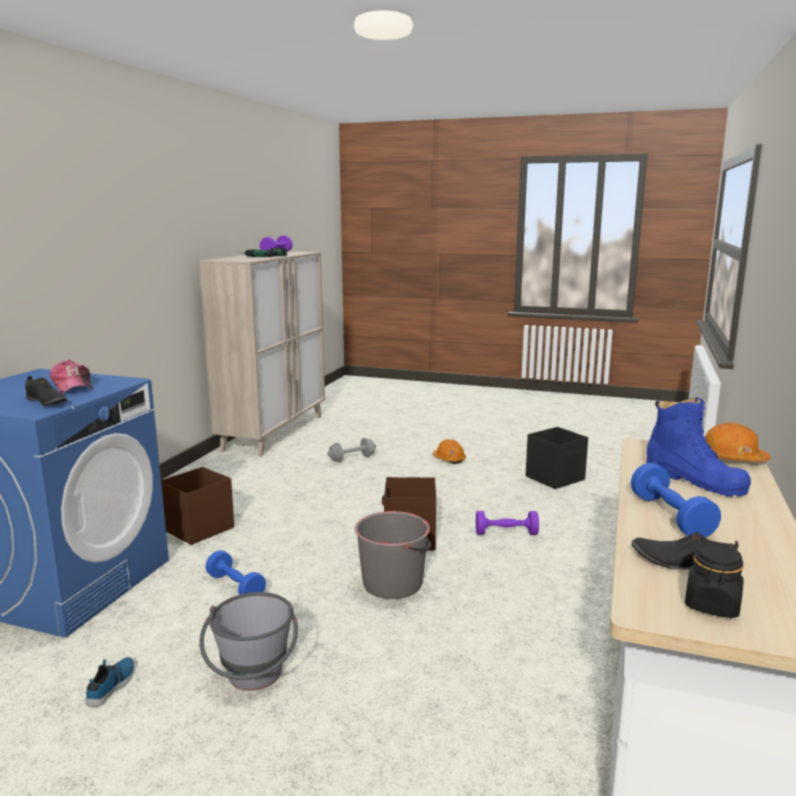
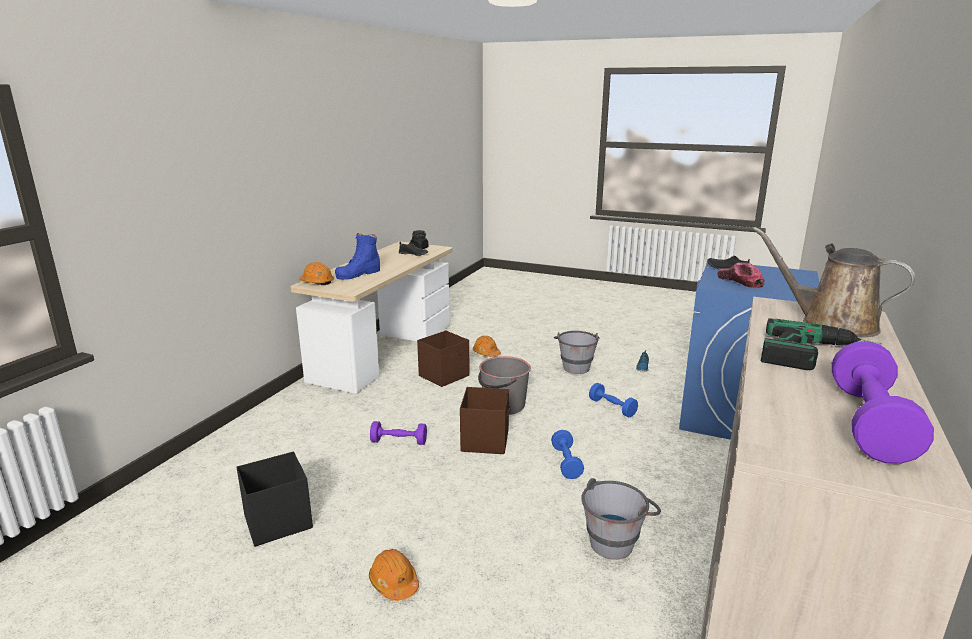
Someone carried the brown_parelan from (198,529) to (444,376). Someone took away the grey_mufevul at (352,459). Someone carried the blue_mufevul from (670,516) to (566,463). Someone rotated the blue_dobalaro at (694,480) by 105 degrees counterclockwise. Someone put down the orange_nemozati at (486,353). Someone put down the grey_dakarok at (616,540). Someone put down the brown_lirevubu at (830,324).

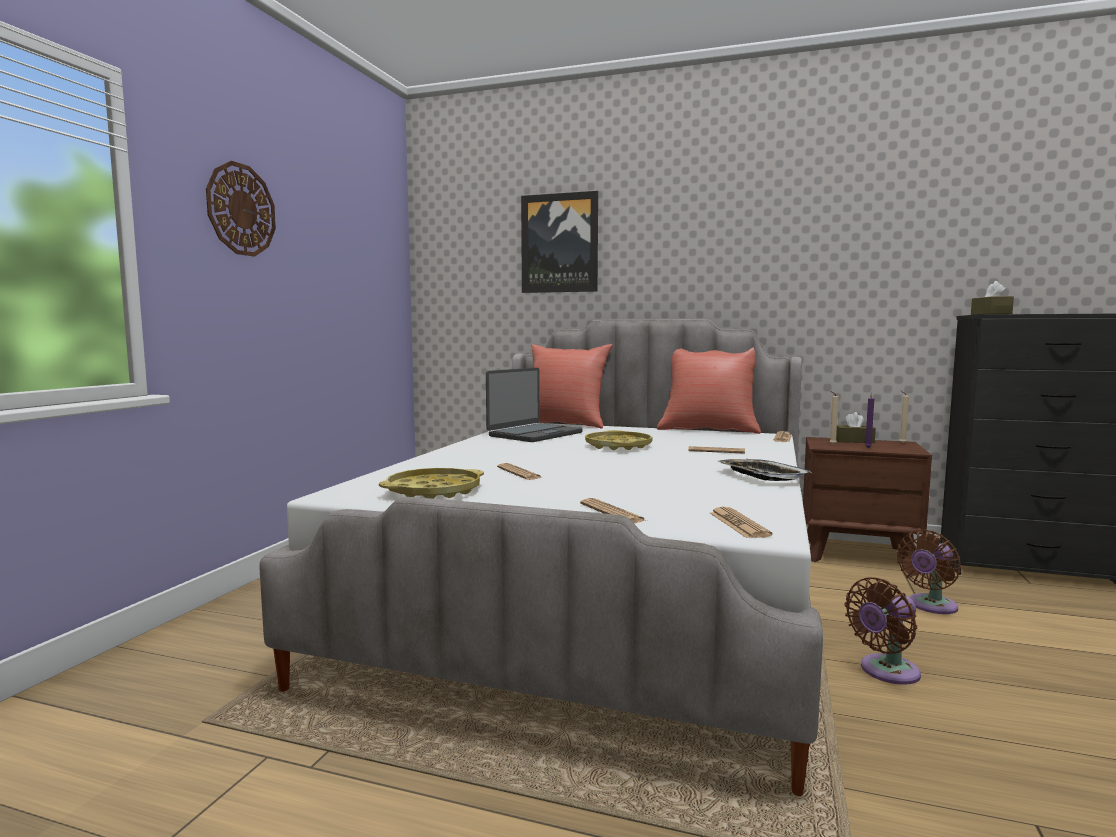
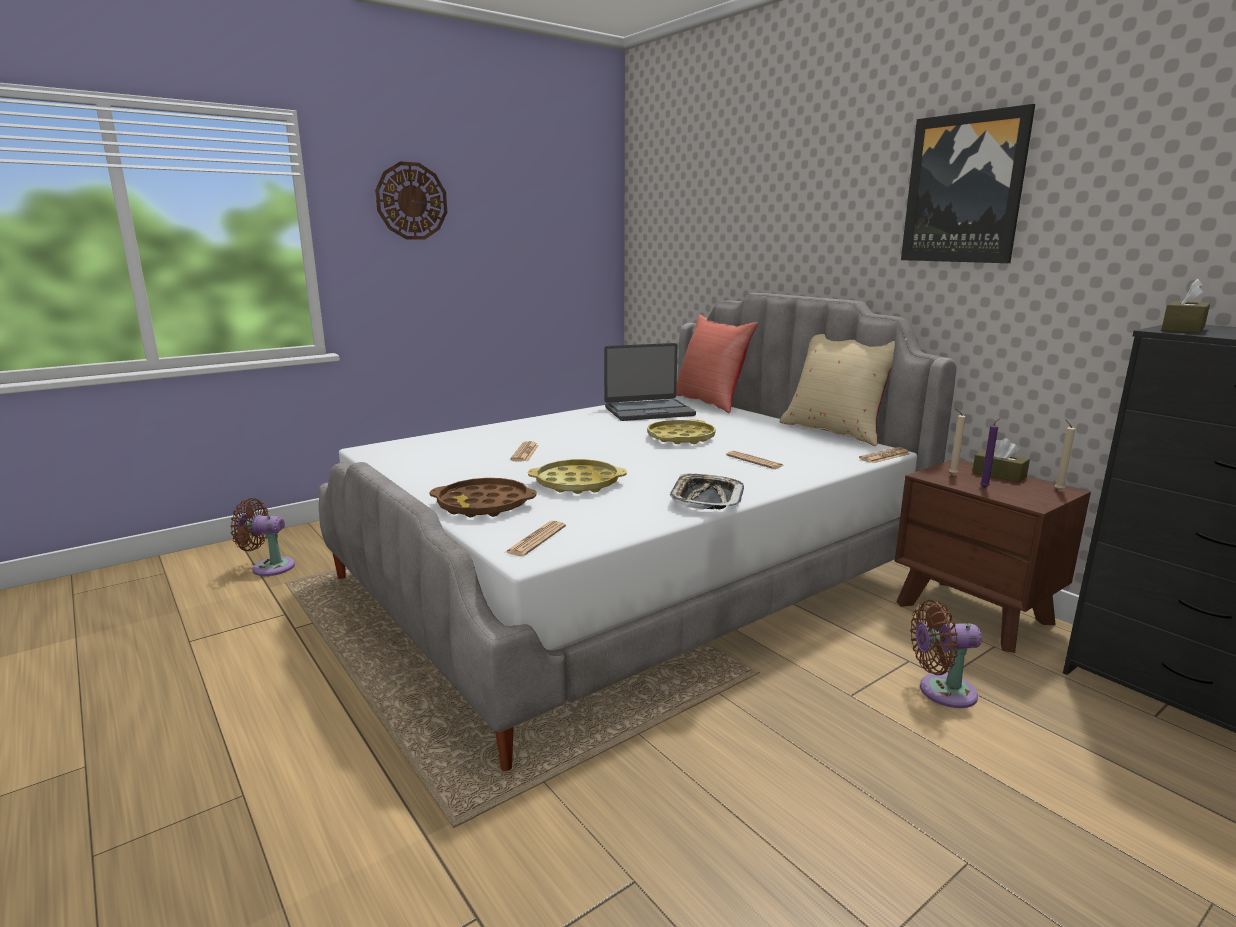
Someone carried the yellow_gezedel from (433,491) to (577,483). Someone carried the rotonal from (559,243) to (964,189). Someone swapped the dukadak at (612,512) for the brown_gezedel at (484,505). Someone repainted the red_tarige at (708,429), which became the beige_tarige at (835,431). Someone carried the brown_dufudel from (885,672) to (269,567).

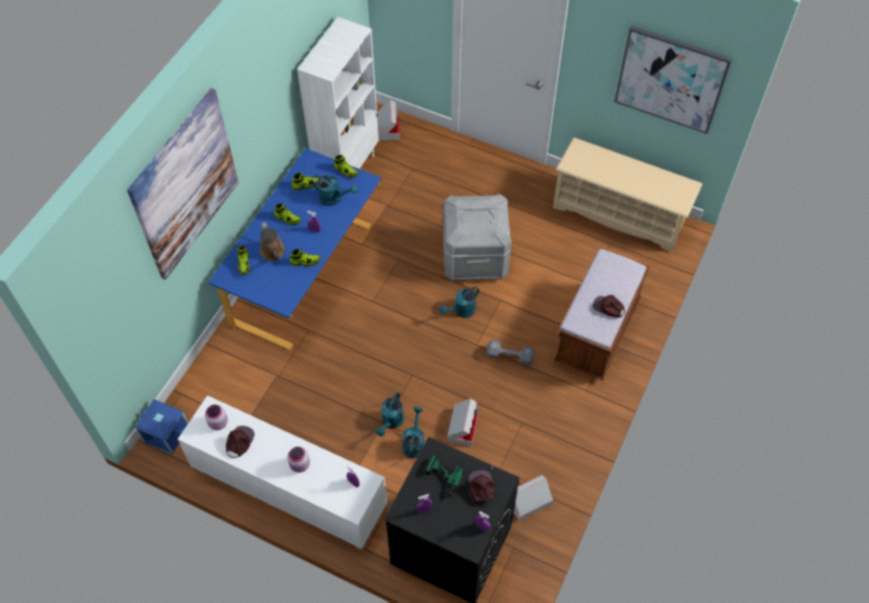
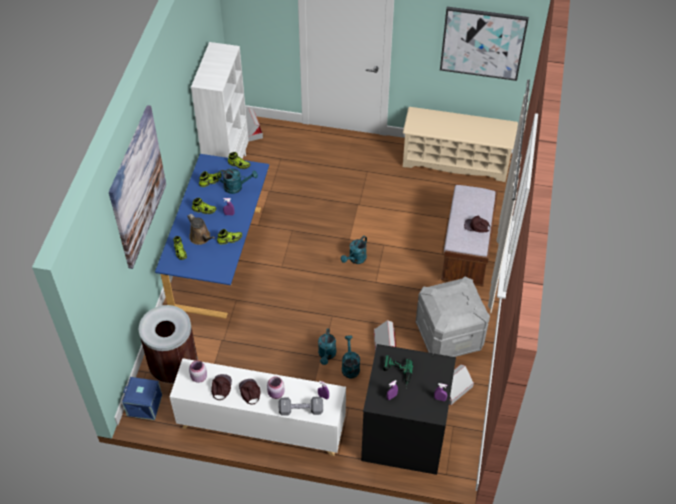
Someone carried the grey_parelan from (475,257) to (449,335). Someone carried the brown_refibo from (481,488) to (249,392). Someone carried the grey_mufevul from (510,356) to (301,410). Someone put down the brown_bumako at (173,366).

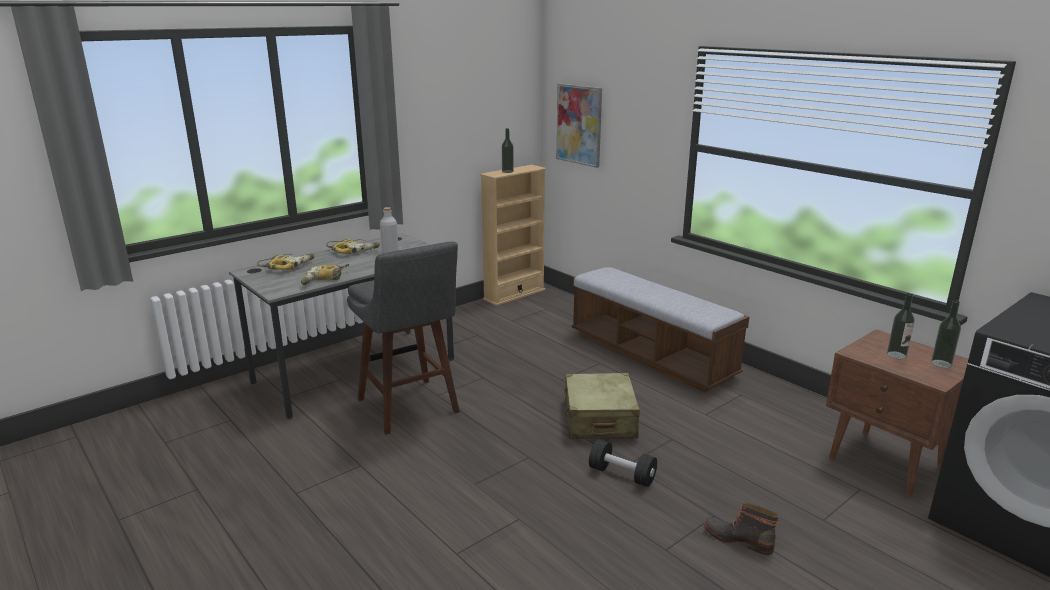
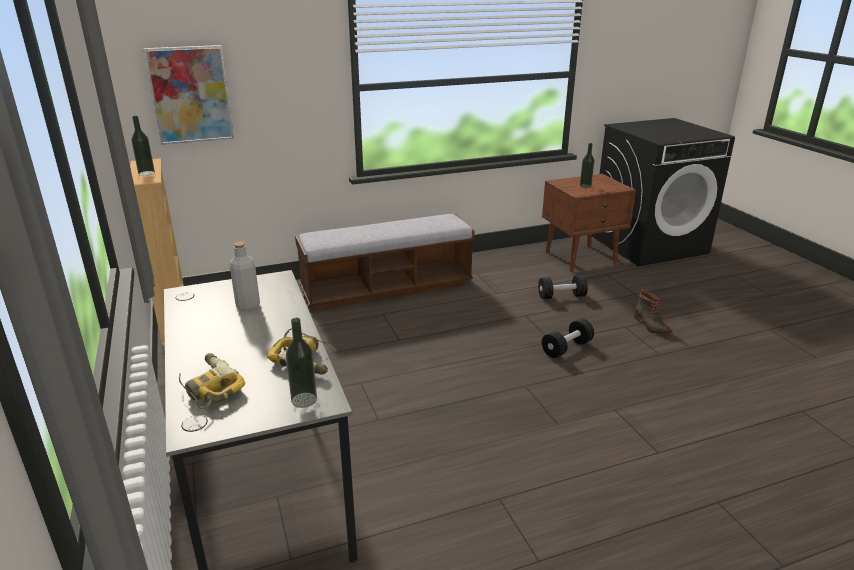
Someone took away the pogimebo at (354,250). Someone took away the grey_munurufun at (410,408). Someone took away the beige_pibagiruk at (599,420). Someone rotated the dobalaro at (738,538) by 75 degrees counterclockwise. Someone carried the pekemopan from (941,364) to (304,400). Someone put down the black_mufevul at (561,296).

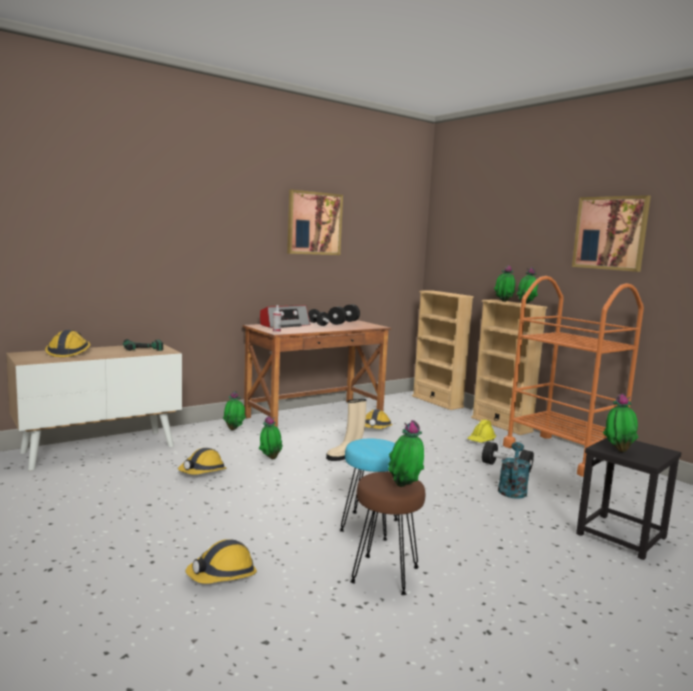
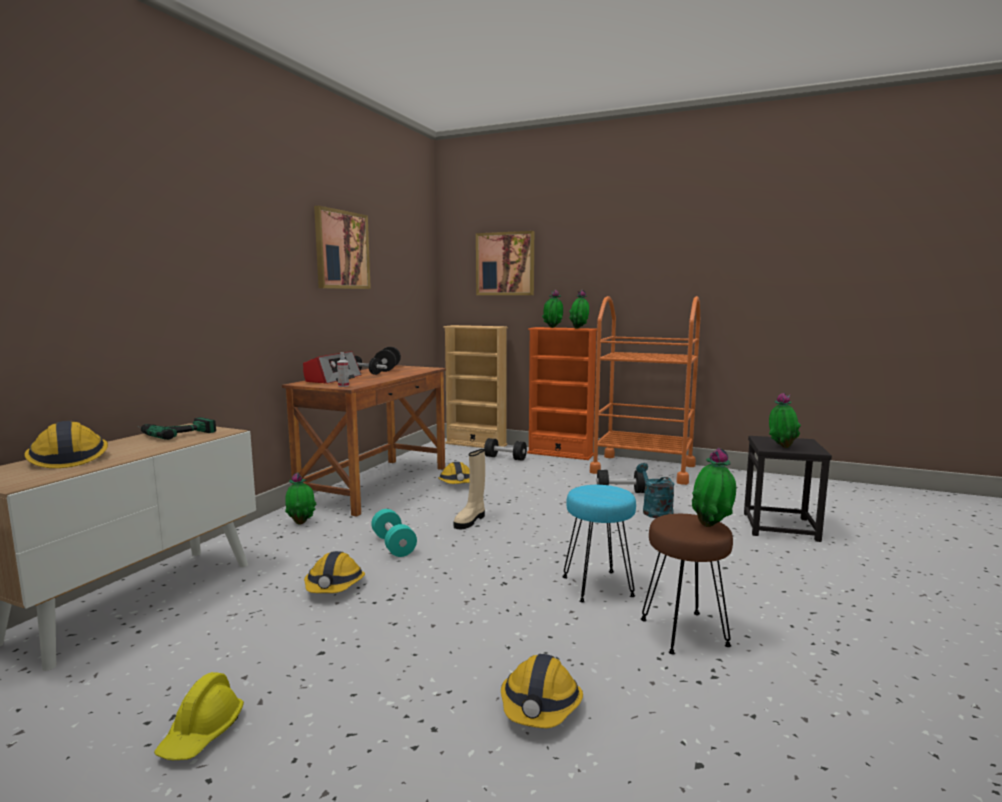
Someone swapped the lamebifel at (270,458) for the turquoise_mufevul at (393,545). Someone carried the yellow_nemozati from (481,440) to (202,734). Someone repainted the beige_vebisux at (501,424), which became the orange_vebisux at (560,454). Someone carried the rotonal from (610,233) to (505,264). Someone put down the black_mufevul at (505,458).

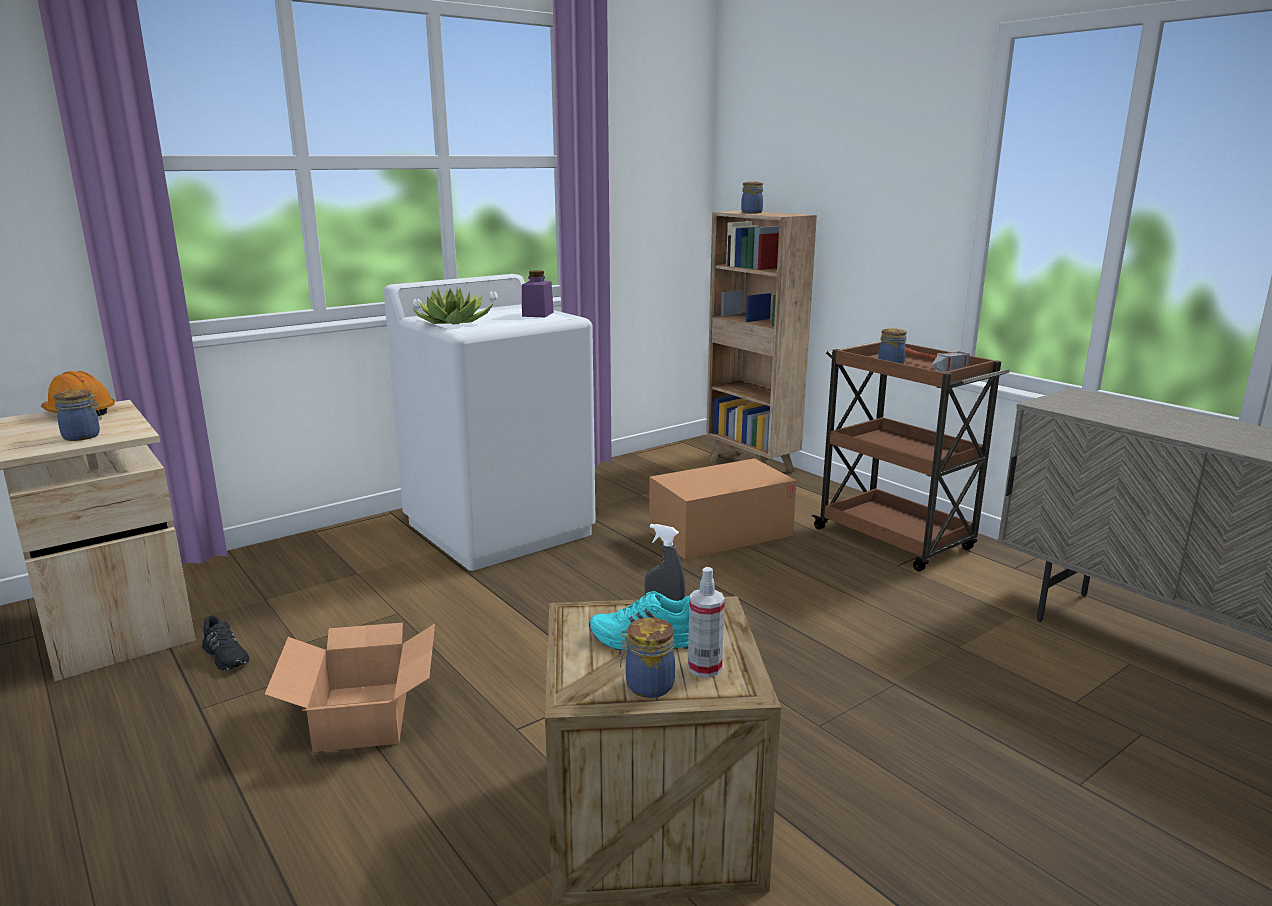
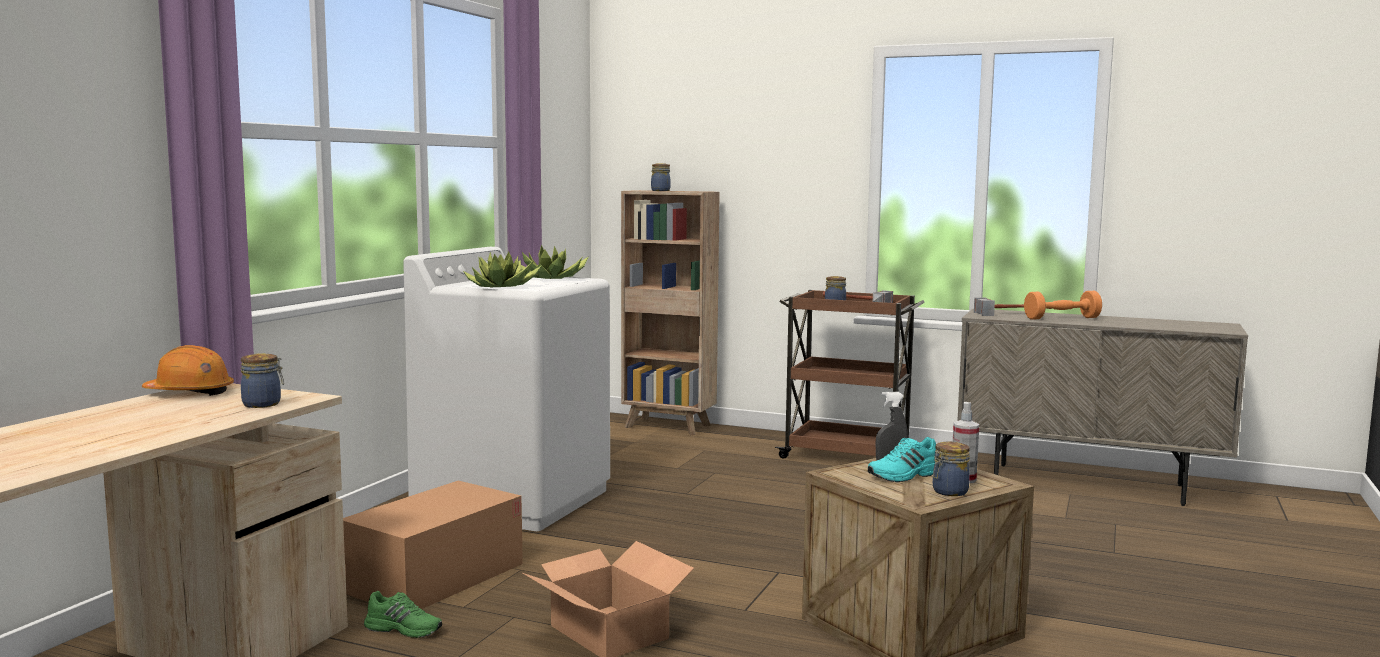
Someone repainted the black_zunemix at (227,656), which became the green_zunemix at (404,629). Someone swapped the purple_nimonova at (537,314) for the lamebifel at (554,278). Someone carried the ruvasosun from (721,533) to (435,577). Someone put down the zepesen at (1012,313). Someone put down the orange_mufevul at (1062,318).

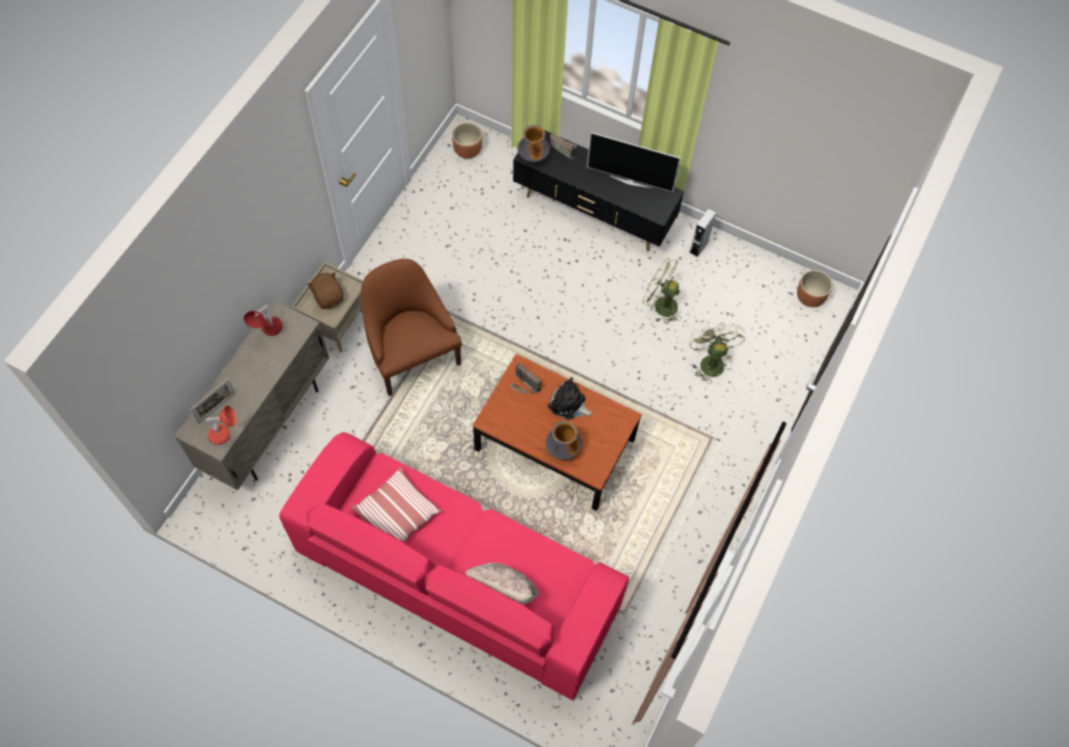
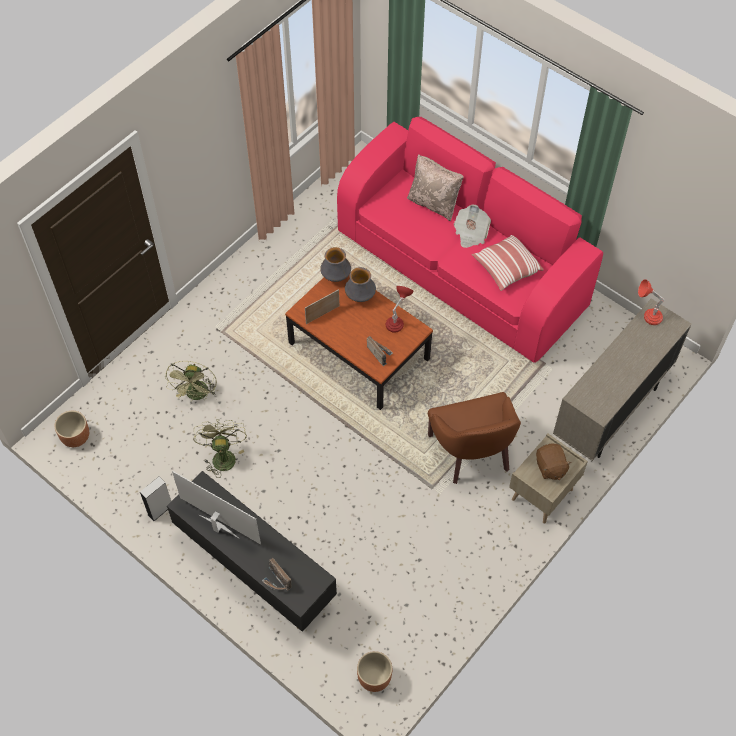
Someone carried the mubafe from (217,408) to (322,314). Someone carried the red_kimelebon from (269,332) to (397,321). Someone carried the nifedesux from (533,157) to (336,277). Someone took away the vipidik at (568,404). Someone rotated the green_dufudel at (660,305) by 135 degrees counterclockwise. Someone put down the dukadak at (470,233).

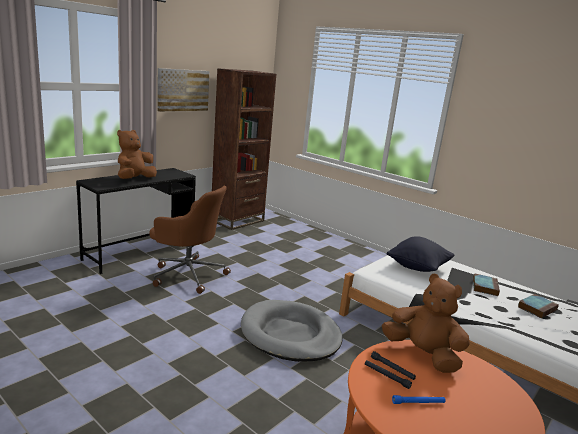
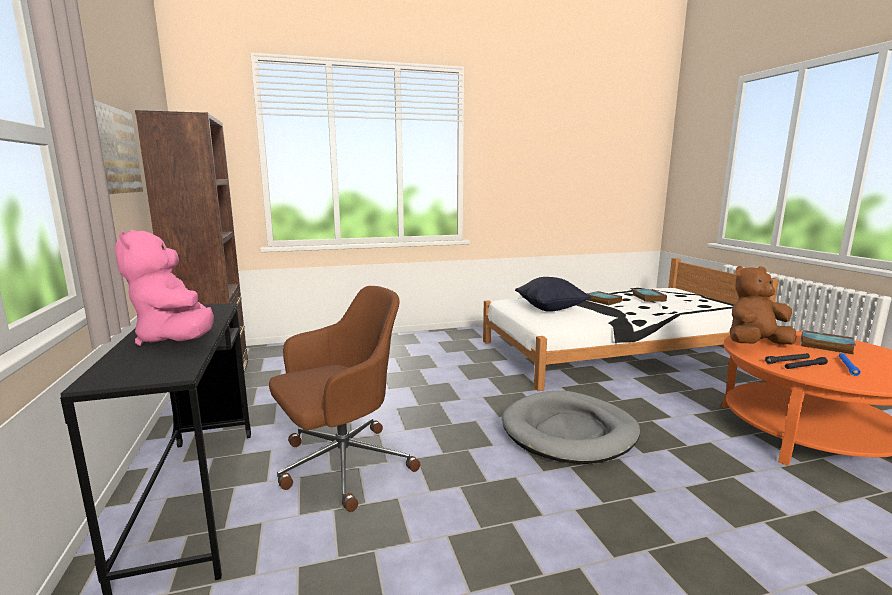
Someone repainted the brown_vipidik at (135,179), which became the pink_vipidik at (177,340). Someone put down the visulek at (824,345).

